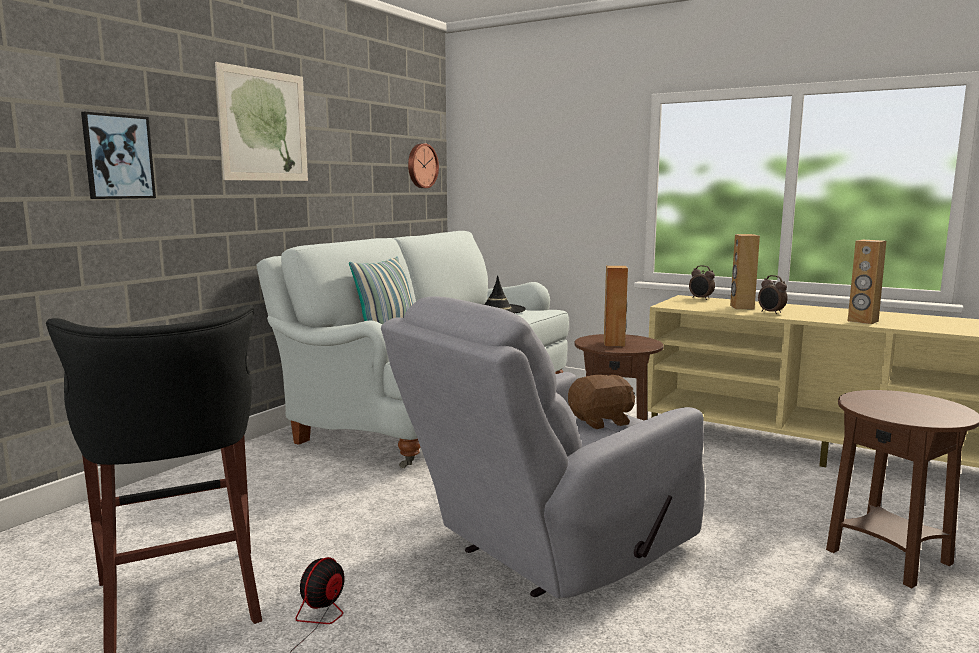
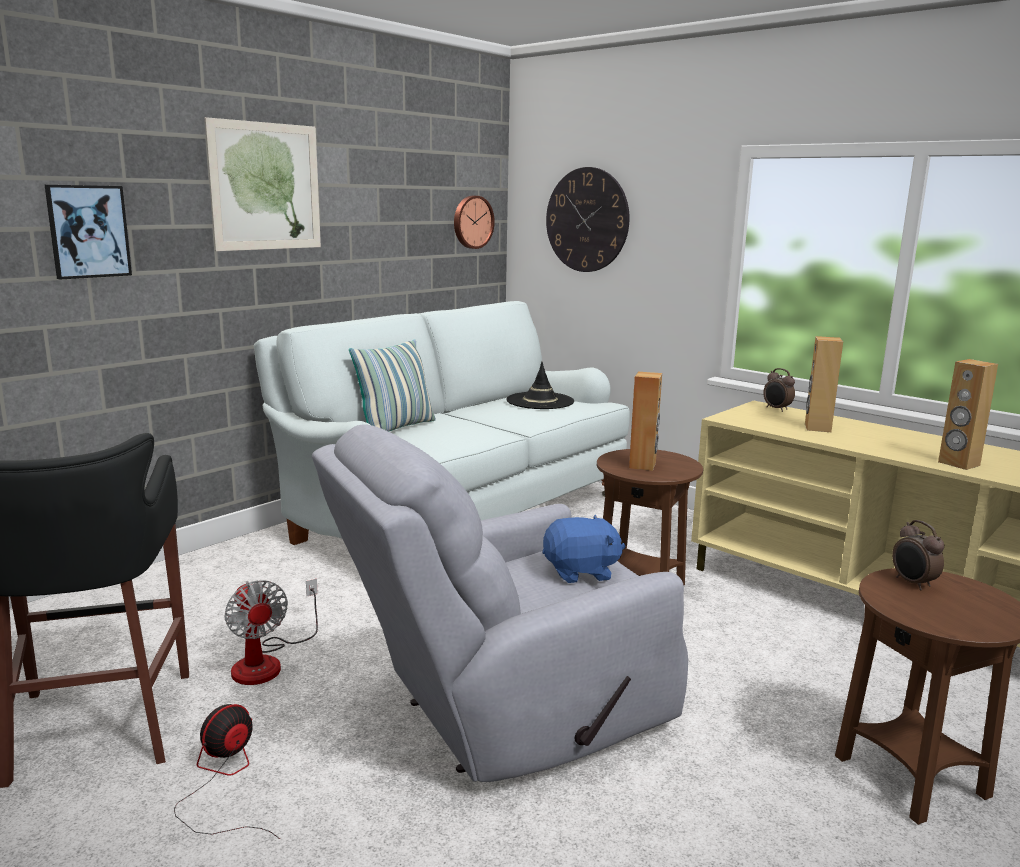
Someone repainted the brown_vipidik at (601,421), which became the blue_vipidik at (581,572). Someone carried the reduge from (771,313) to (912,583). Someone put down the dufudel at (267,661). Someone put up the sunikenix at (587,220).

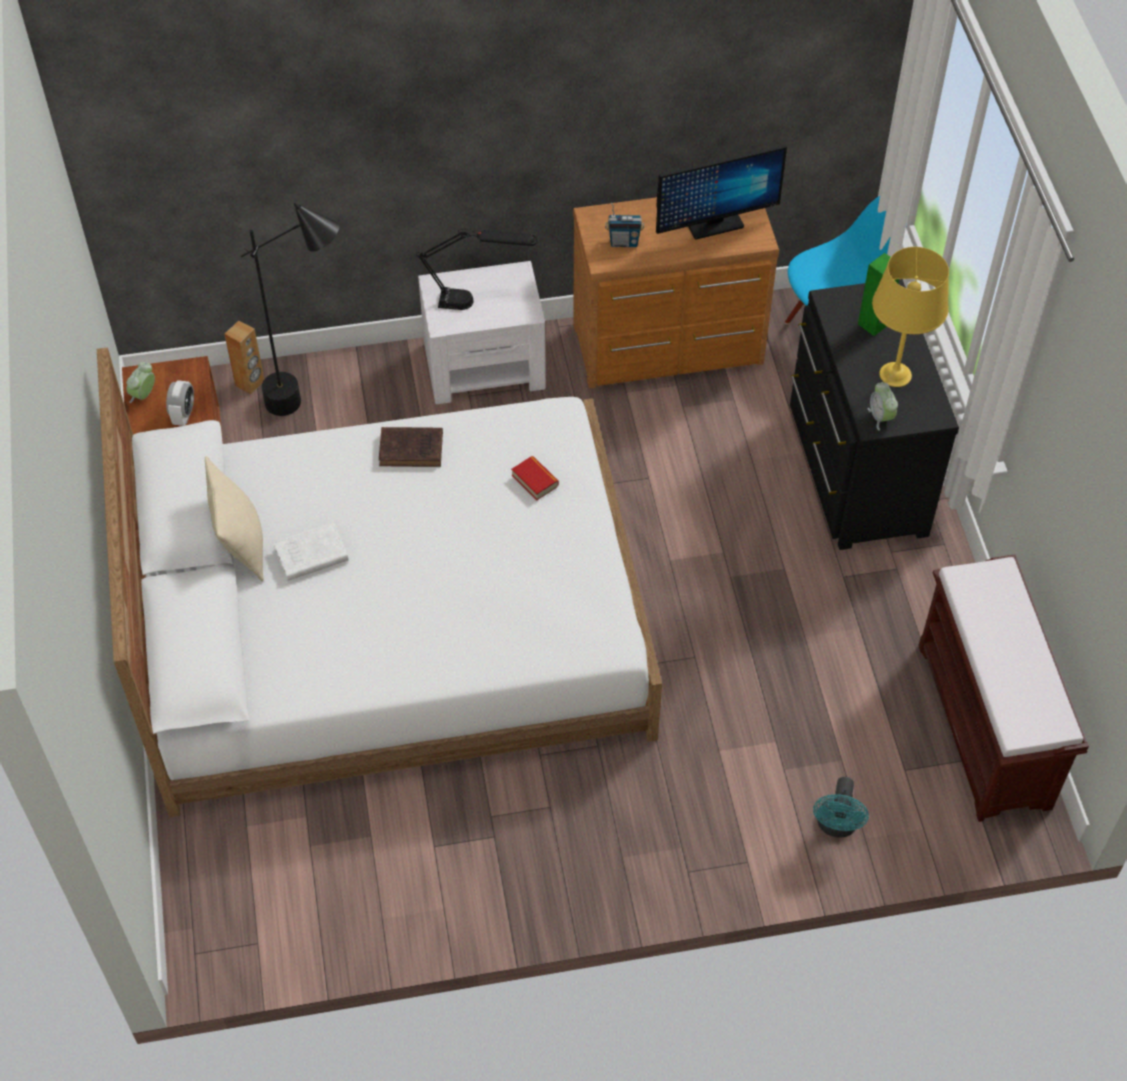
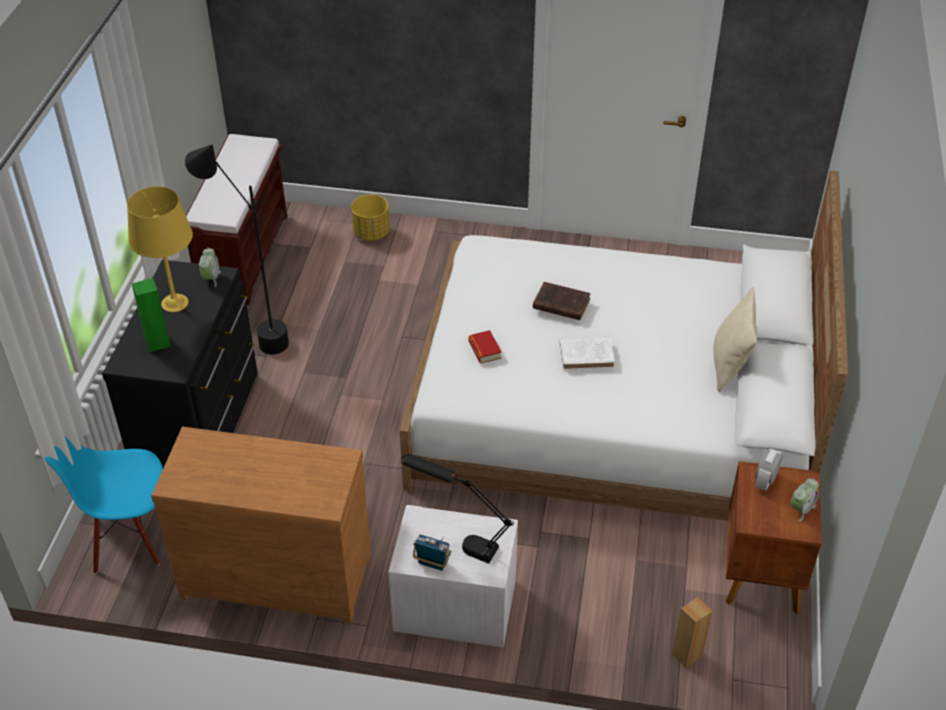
Someone carried the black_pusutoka from (313,405) to (253,335). Someone carried the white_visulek from (309,555) to (588,356). Someone carried the brown_visulek from (413,449) to (559,303). Someone carried the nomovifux from (624,242) to (432,563). Someone took away the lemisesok at (714,224). Someone swapped the turquoise_dufudel at (836,826) for the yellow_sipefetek at (371,233).

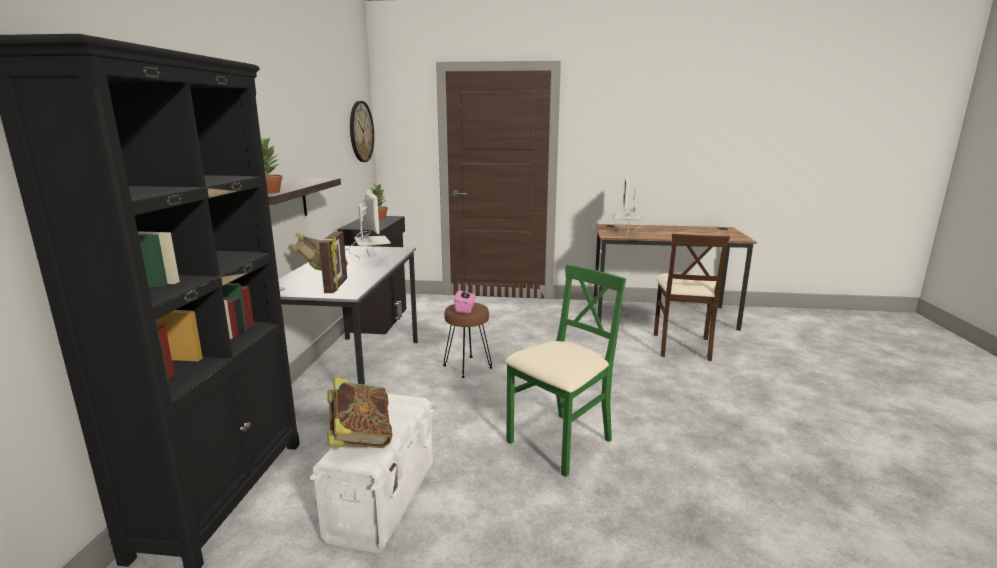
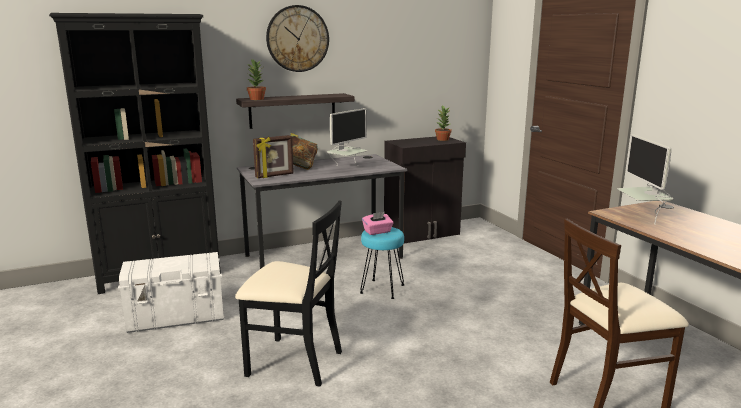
Someone took away the visulek at (360,438). Someone carried the sunikenix from (361,131) to (297,39). Someone repainted the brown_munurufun at (467,367), which became the turquoise_munurufun at (382,289). Someone repainted the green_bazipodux at (560,443), which became the black_bazipodux at (294,362). Someone rotated the lemisesok at (625,233) by 75 degrees counterclockwise.

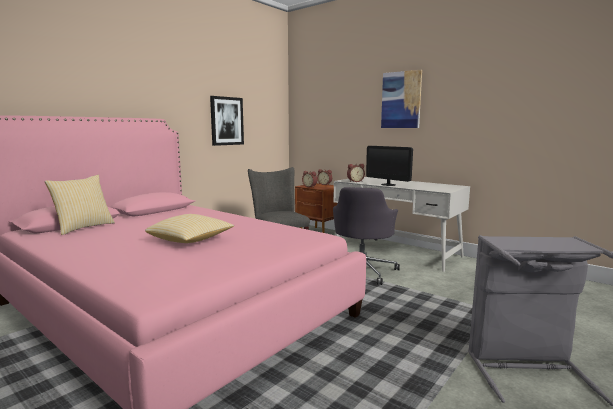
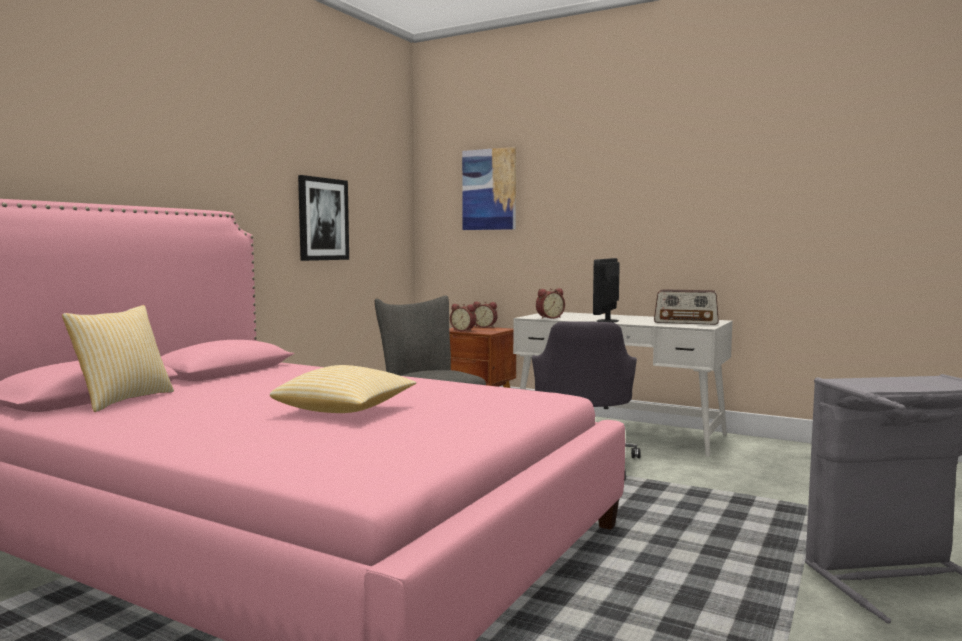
Someone rotated the lemisesok at (388,184) by 75 degrees clockwise. Someone carried the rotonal from (401,100) to (489,189). Someone put down the nomovifux at (686,322).

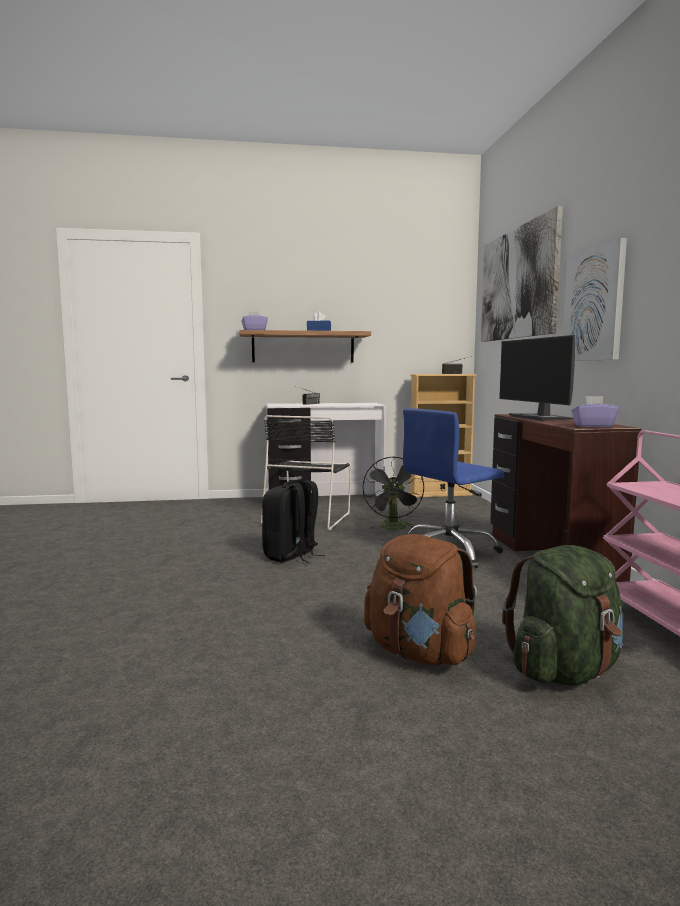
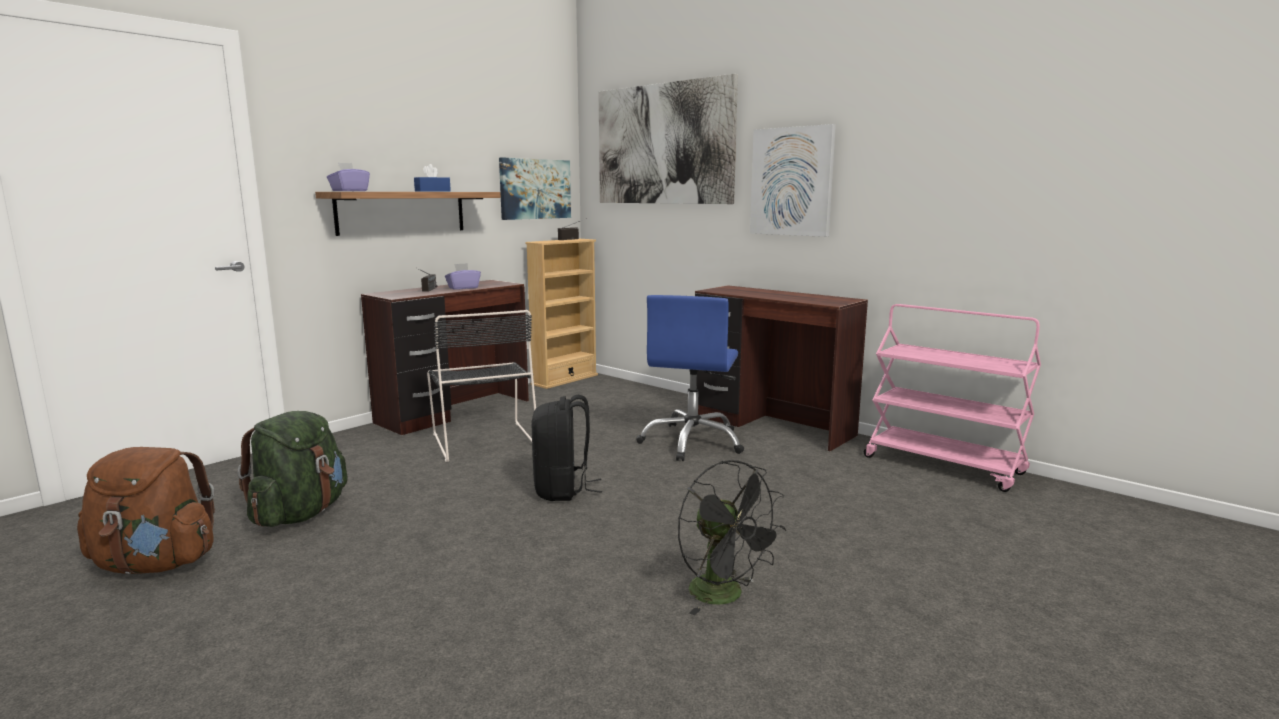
Someone repainted the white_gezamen at (325,500), which became the brown_gezamen at (455,412). Someone carried the black_dufudel from (394,528) to (725,596). Someone carried the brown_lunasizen from (419,653) to (156,564). Someone took away the lemisesok at (540,418). Someone carried the green_lunasizen from (565,671) to (300,514). Someone carried the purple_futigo from (593,426) to (463,288). Someone put up the rotonal at (535,189).

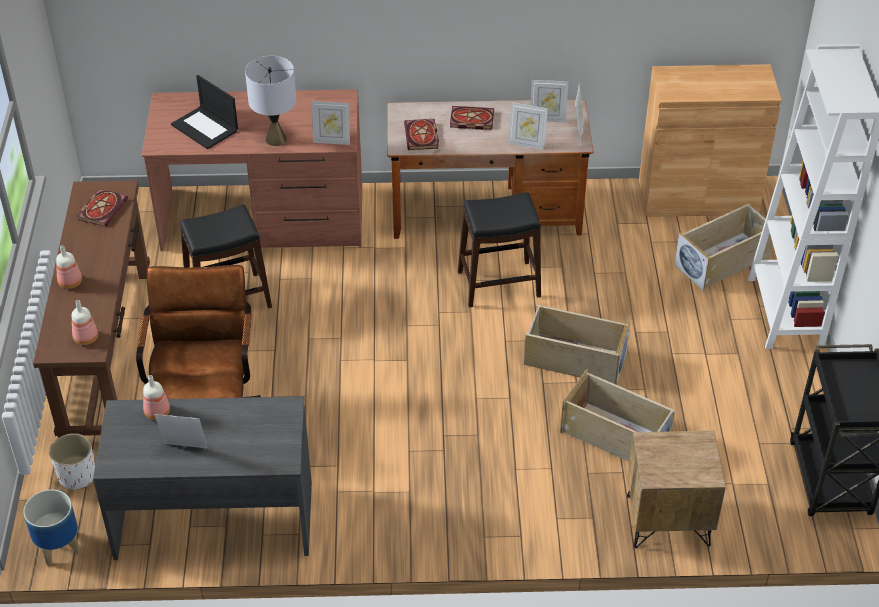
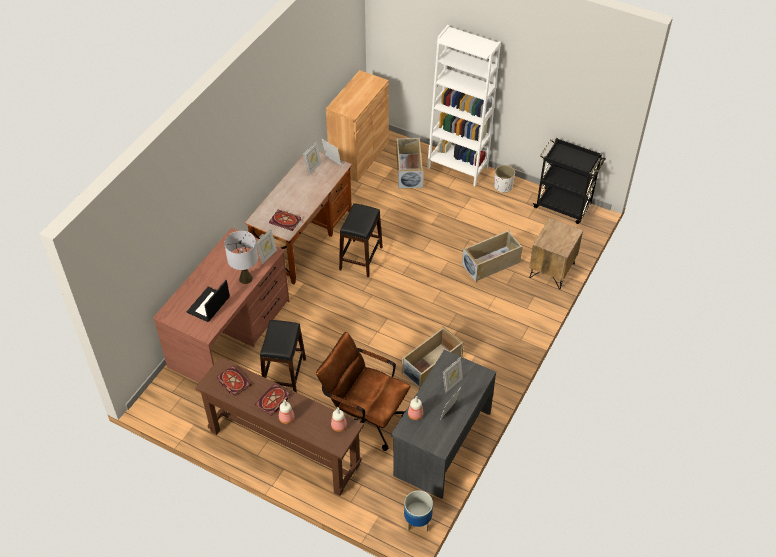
Someone carried the white_sipefetek from (77,475) to (503,186). Someone rotated the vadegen at (205,128) by 135 degrees clockwise. Someone carried the visulek from (470,120) to (273,401). Someone carried the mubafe from (526,144) to (452,384). Someone carried the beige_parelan from (574,360) to (431,366).

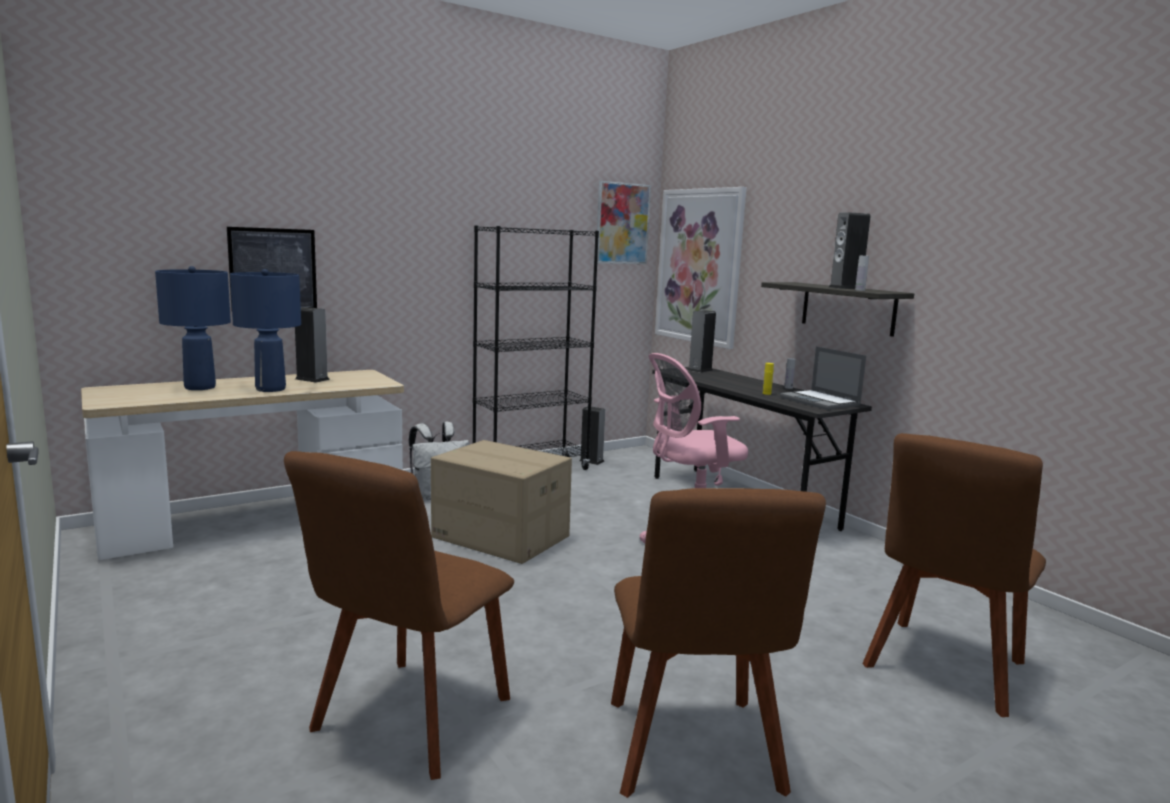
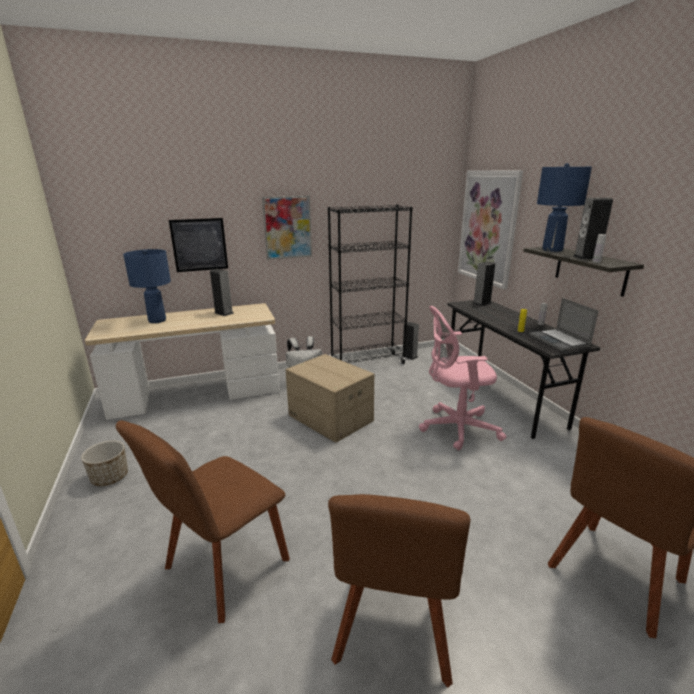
Someone carried the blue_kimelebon from (271,389) to (552,250). Someone carried the rotonal from (622,223) to (287,227). Someone put down the sipefetek at (110,477).

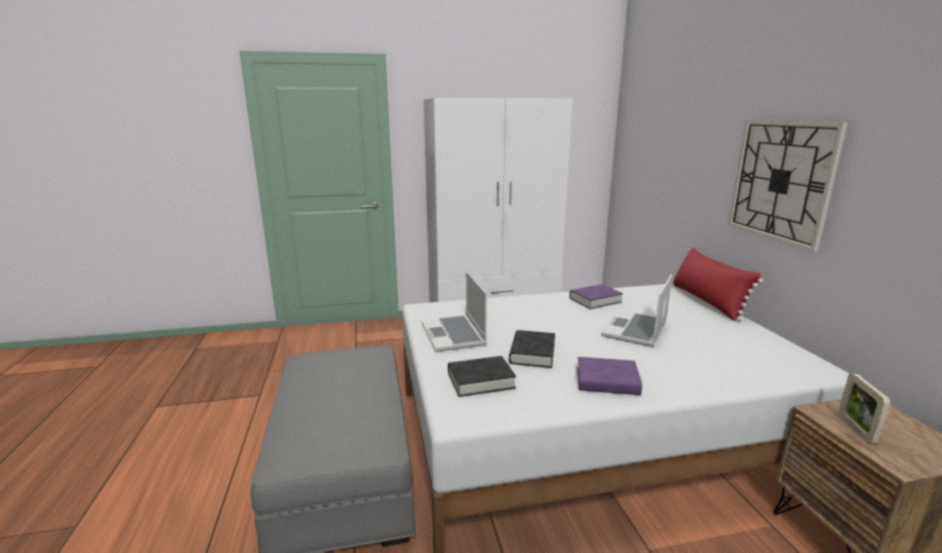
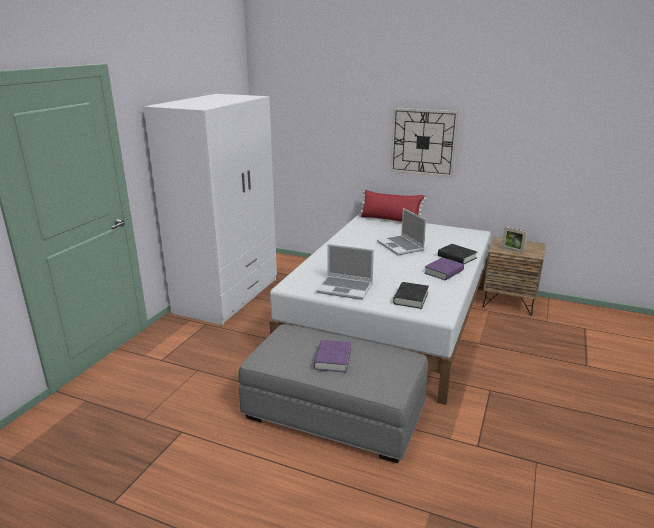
Someone carried the black_visulek from (532,353) to (456,257). Someone carried the purple_visulek from (595,300) to (332,359).

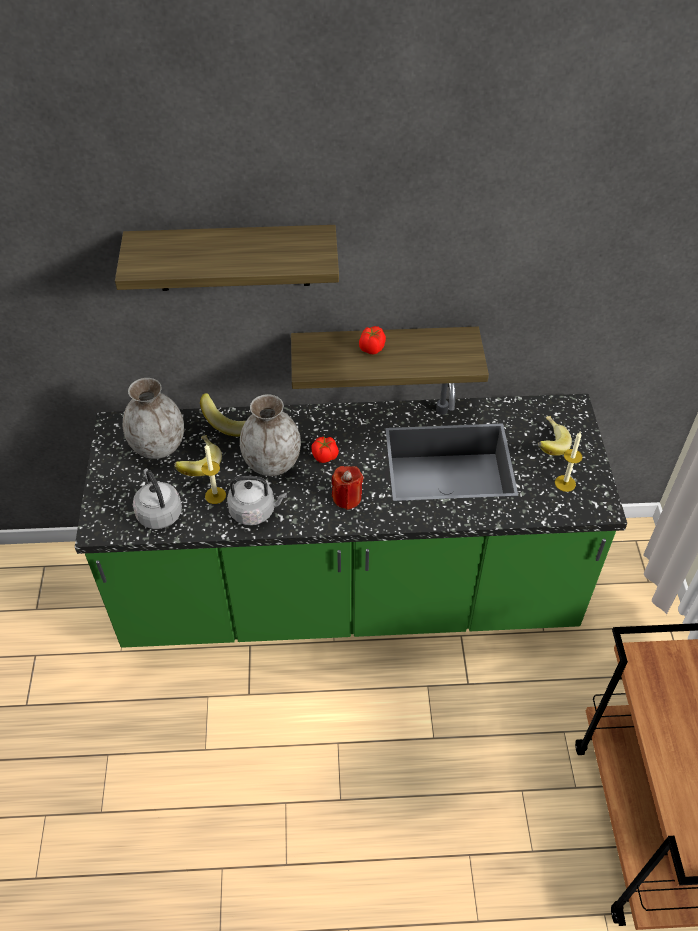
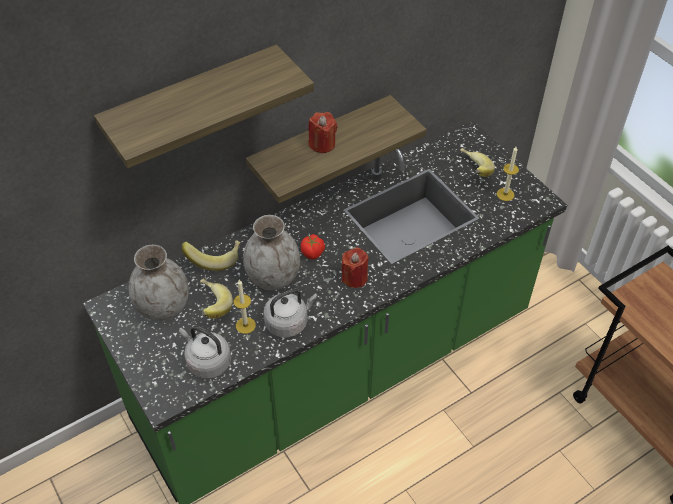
Someone swapped the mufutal at (371,348) for the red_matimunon at (322,144).

